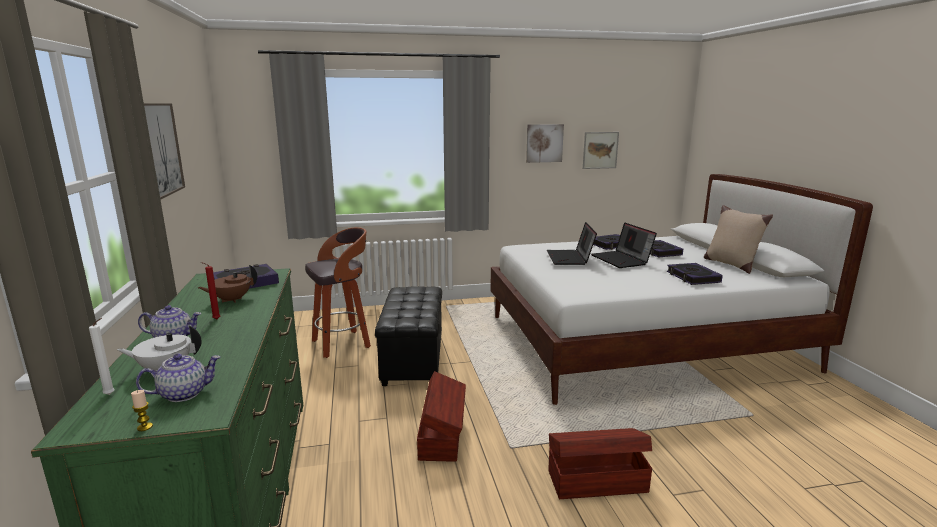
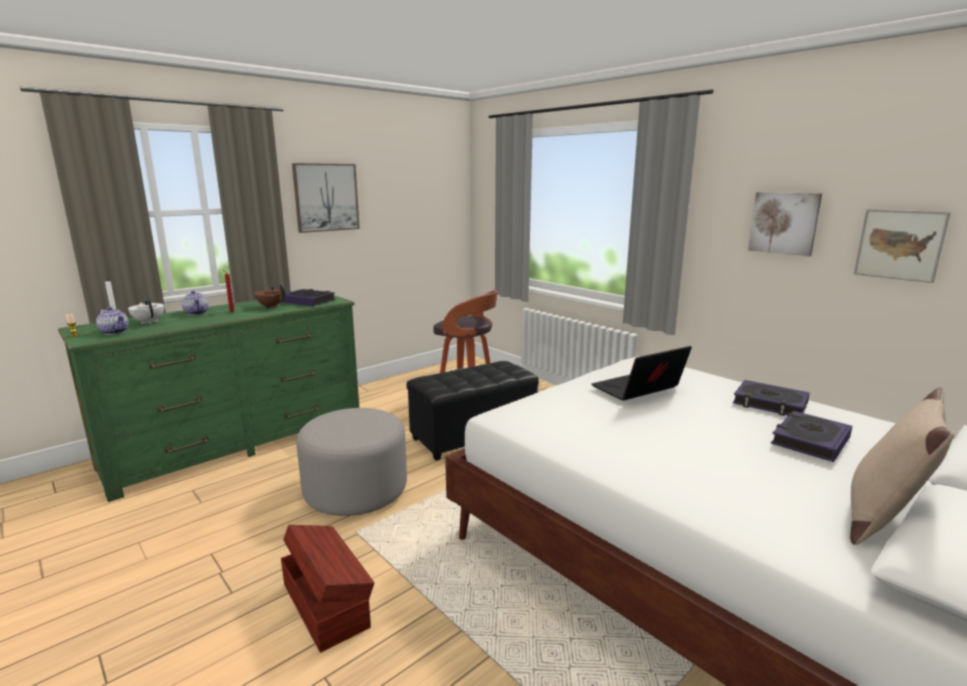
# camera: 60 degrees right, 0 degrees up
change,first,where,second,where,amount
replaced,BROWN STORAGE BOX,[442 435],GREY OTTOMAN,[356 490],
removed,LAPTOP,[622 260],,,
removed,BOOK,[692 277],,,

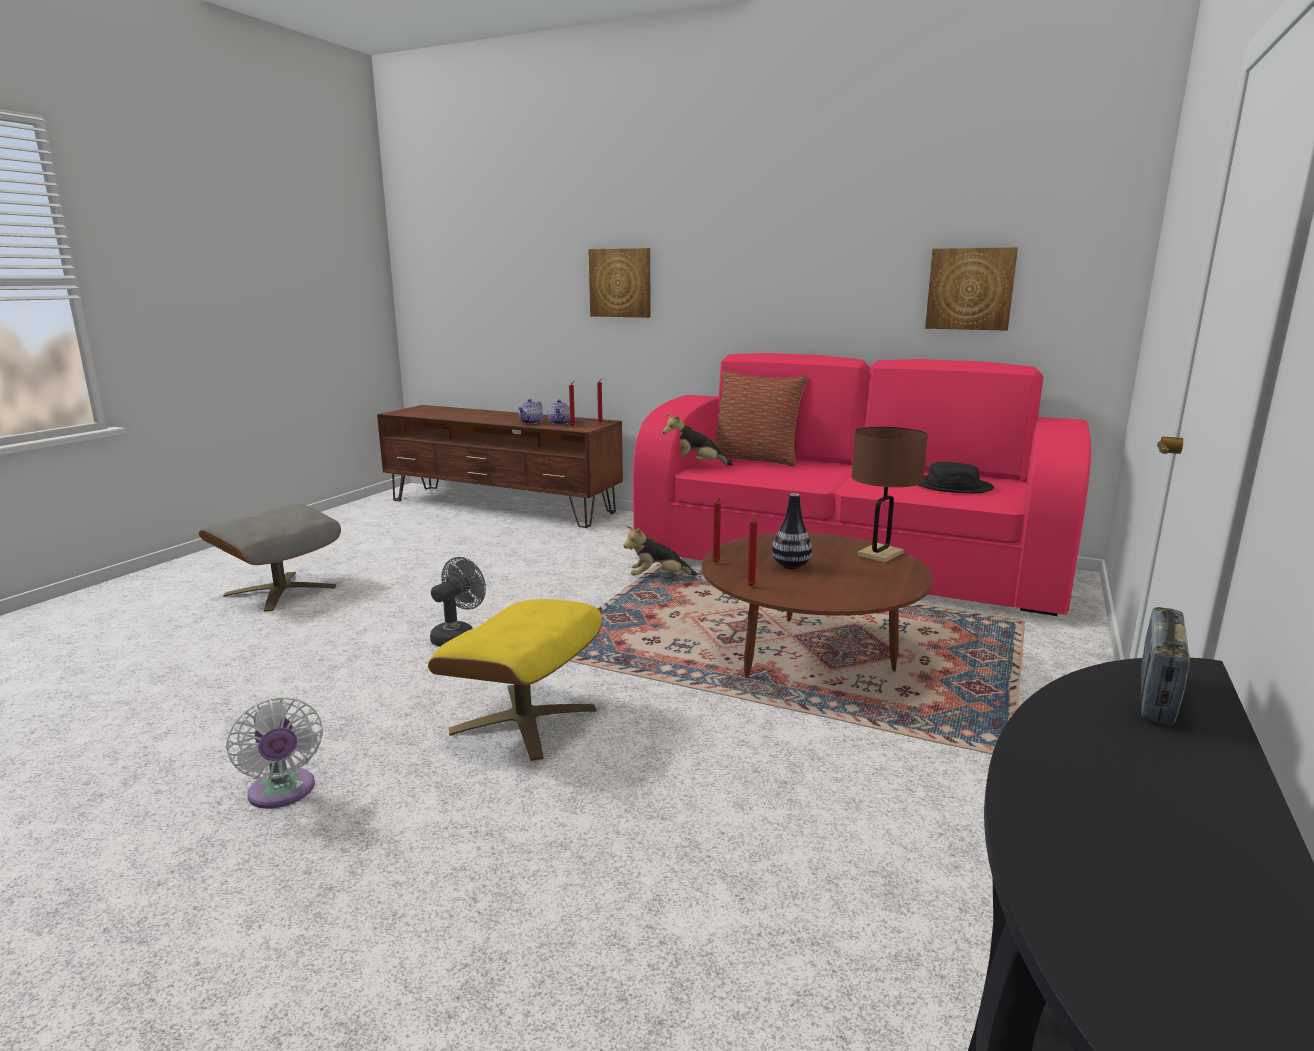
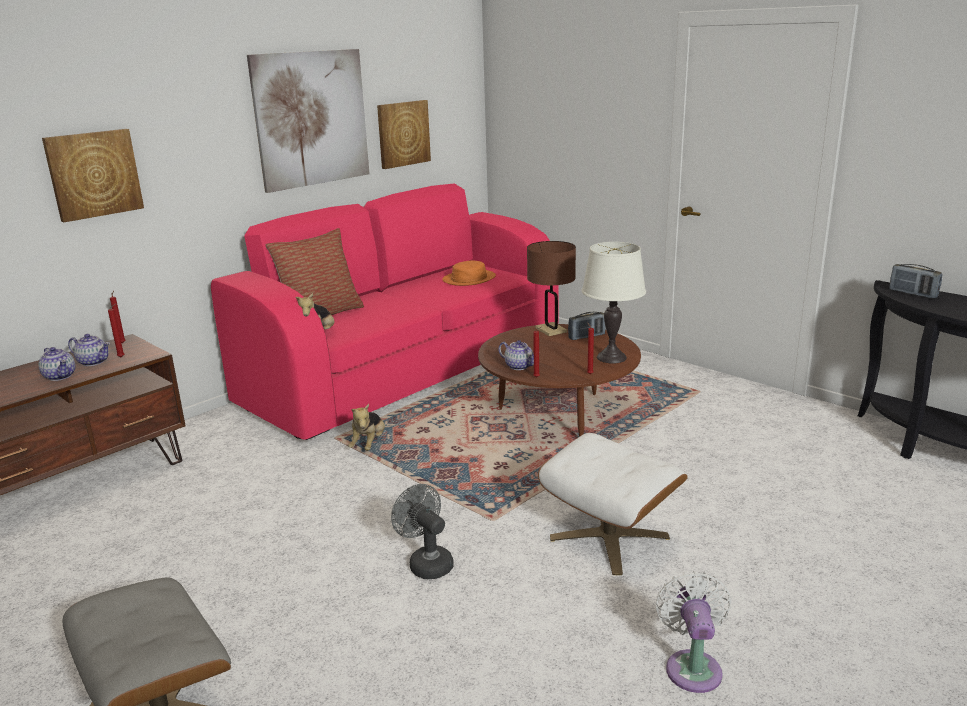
# camera: 70 degrees left, 5 degrees up
change,first,where,second,where,amount
turned,WHITE FAN,[282 793],,[692 666],75 degrees counterclockwise
recoloured,YELLOW OTTOMAN,[524 721],WHITE OTTOMAN,[610 537],
removed,VASE,[791 566],,,
recoloured,BLACK HAT,[952 486],ORANGE HAT,[469 279],
added,,,PICTURE,[311 119],
added,,,TEAPOT,[519 366],
added,,,RADIO,[586 336],
added,,,WHITE TABLE LAMP,[611 357],

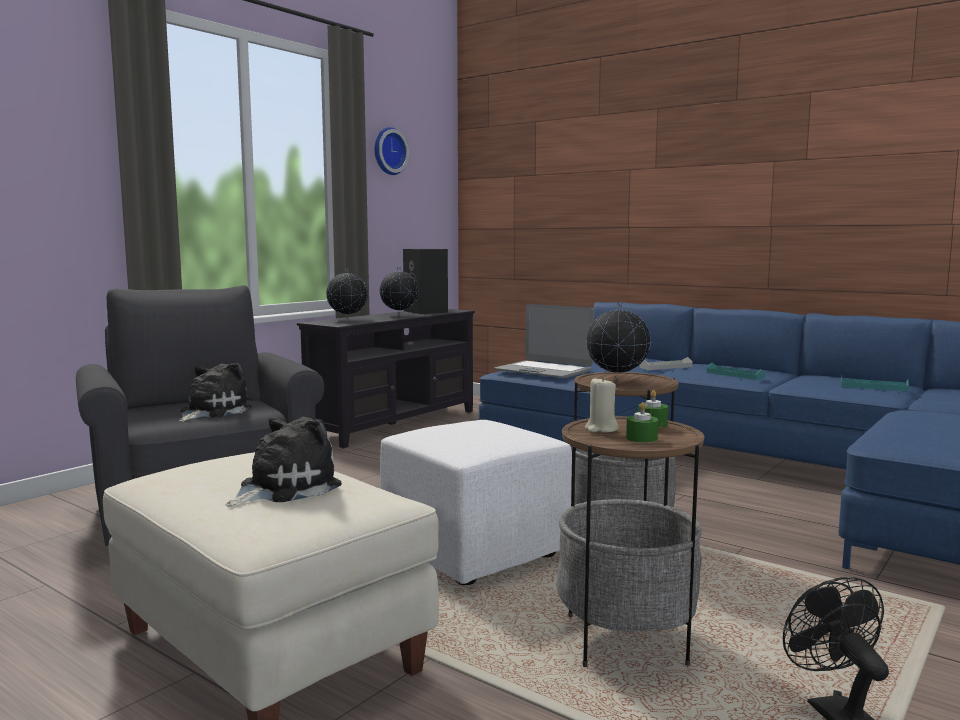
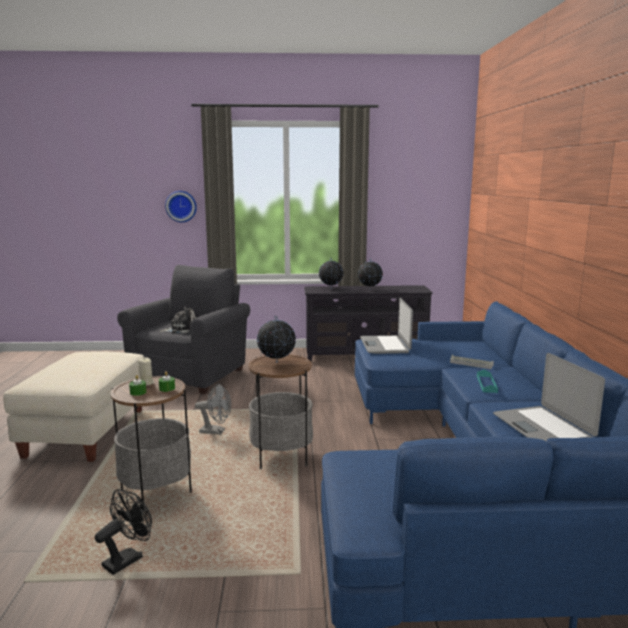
# camera: 50 degrees right, 5 degrees up
change,first,where,second,where,amount
removed,PLUSH TOY,[284 488],,,
moved,WALL CLOCK,[388 151],,[181 206],
replaced,WHITE OTTOMAN,[472 551],GREY FAN,[216 431],
removed,BLACK SPEAKER,[427 311],,,
replaced,TURQUOISE TRAY,[873 387],LAPTOP,[543 427],

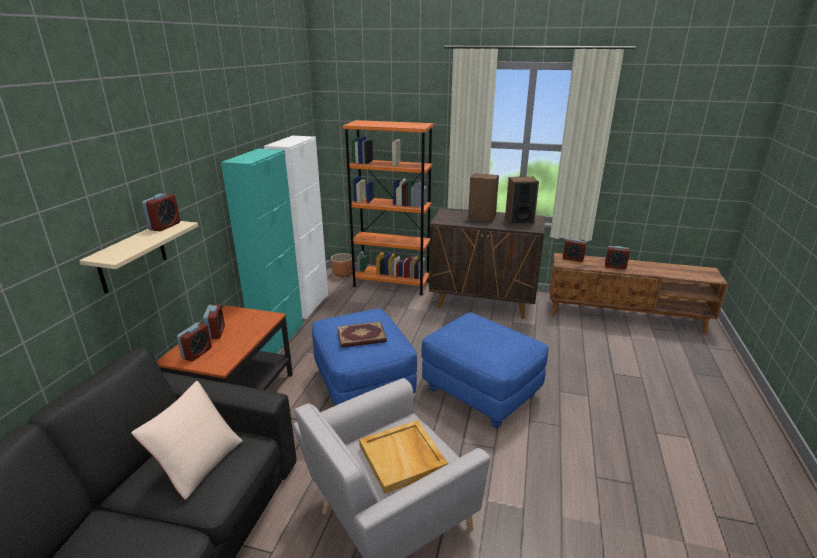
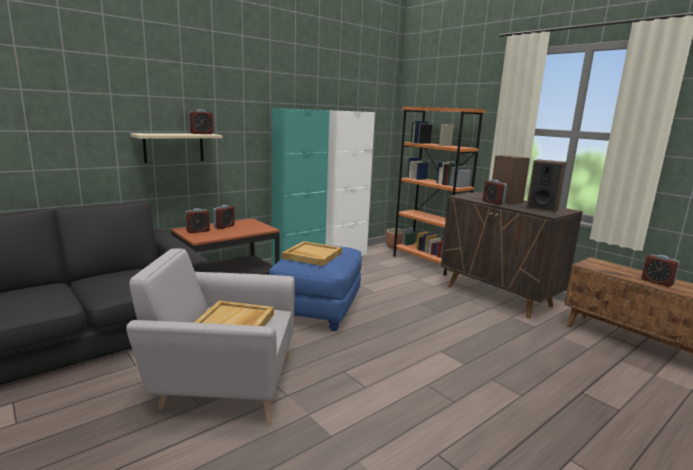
# camera: 35 degrees right, 10 degrees down
change,first,where,second,where,amount
removed,BEIGE PILLOW,[197 461],,,
replaced,BOOK,[361 337],BEIGE TRAY,[312 255],
removed,BLUE OTTOMAN,[481 392],,,
moved,ALARM CLOCK,[573 259],,[493 202],

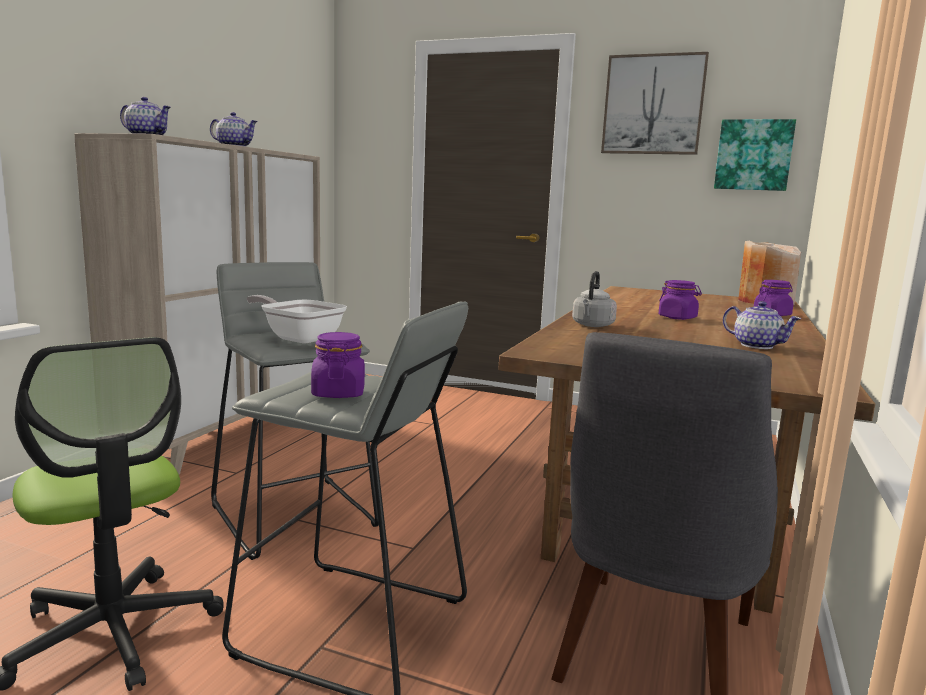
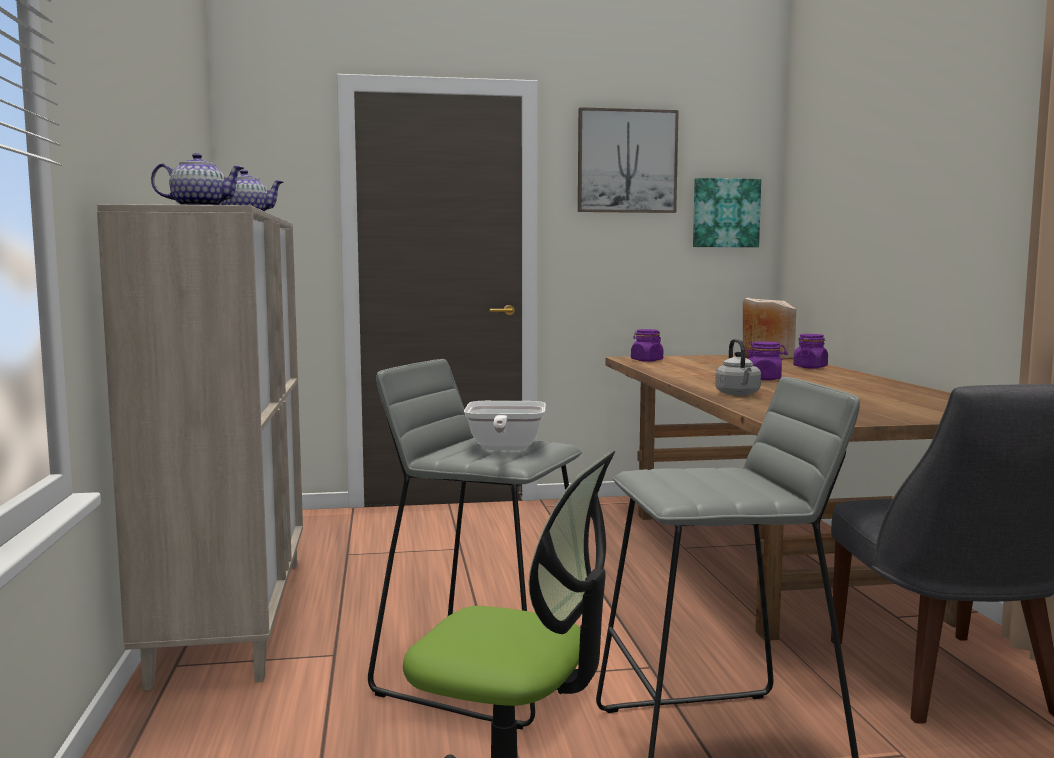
# camera: 30 degrees left, 5 degrees down
change,first,where,second,where,amount
turned,FRYING PAN,[299 338],,[504 449],90 degrees counterclockwise
moved,PURPLE JAR,[338 393],,[646 360],
removed,TEAPOT,[756 345],,,

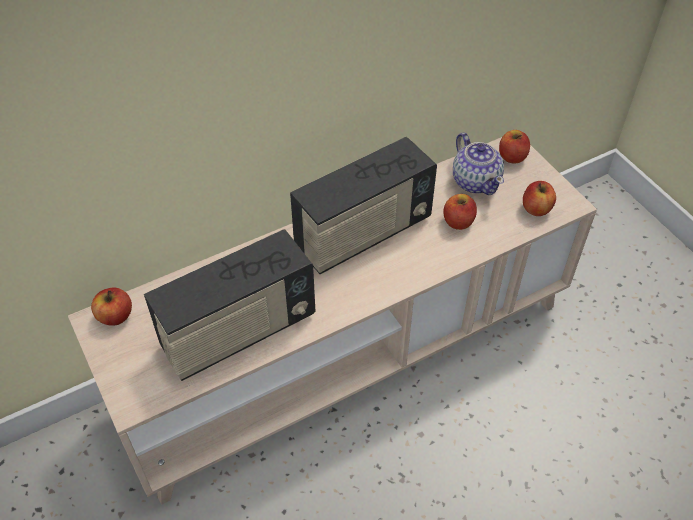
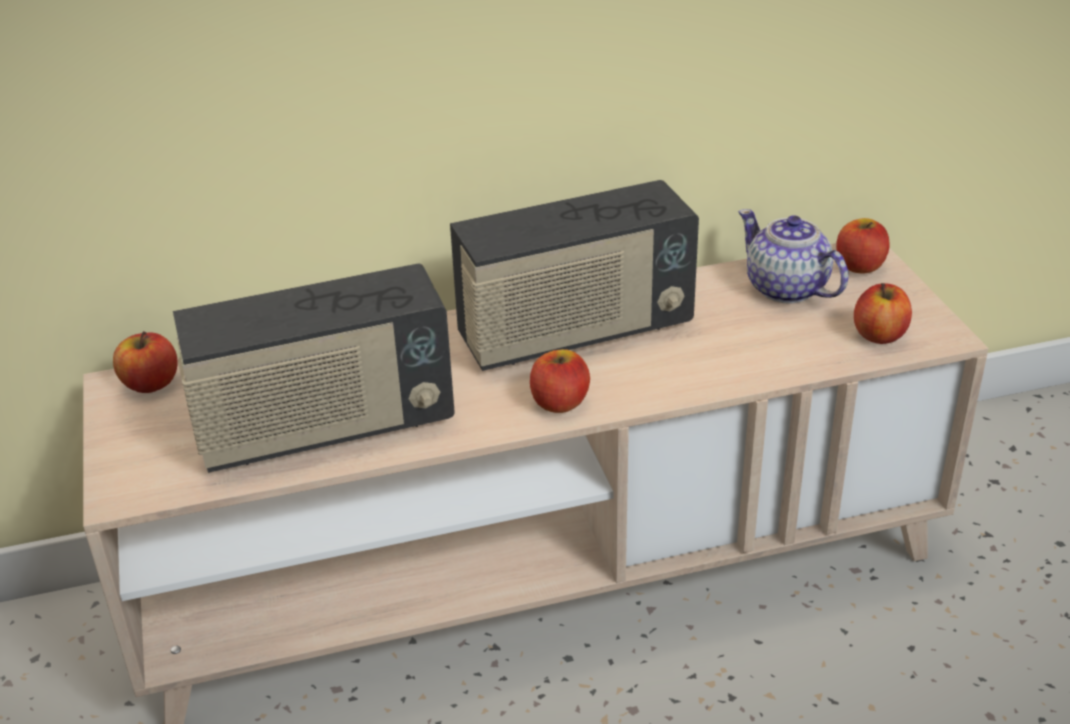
# camera: 15 degrees right, 15 degrees down
change,first,where,second,where,amount
moved,APPLE,[458 222],,[559 402],
turned,TEAPOT,[476 181],,[786 289],150 degrees clockwise

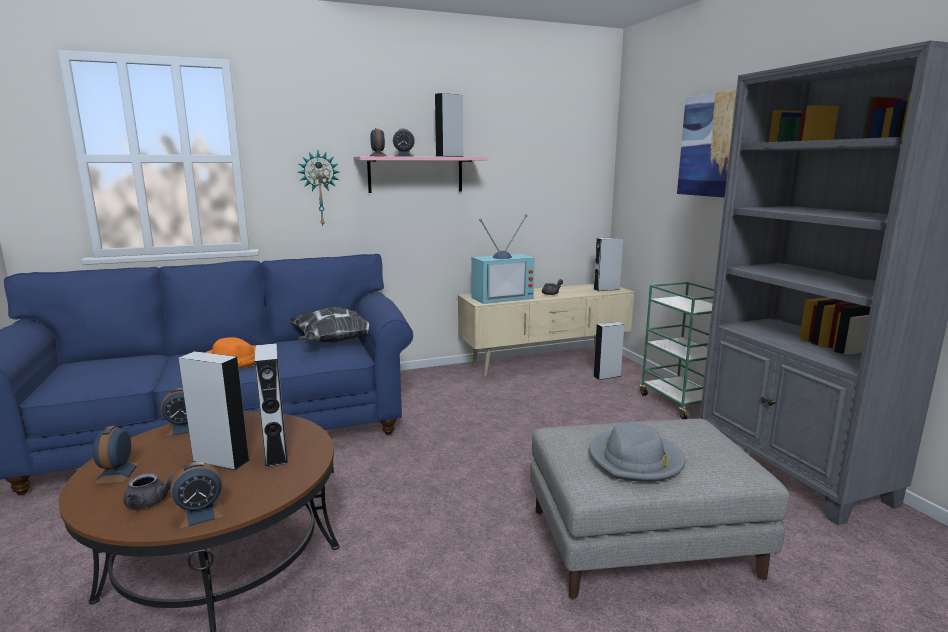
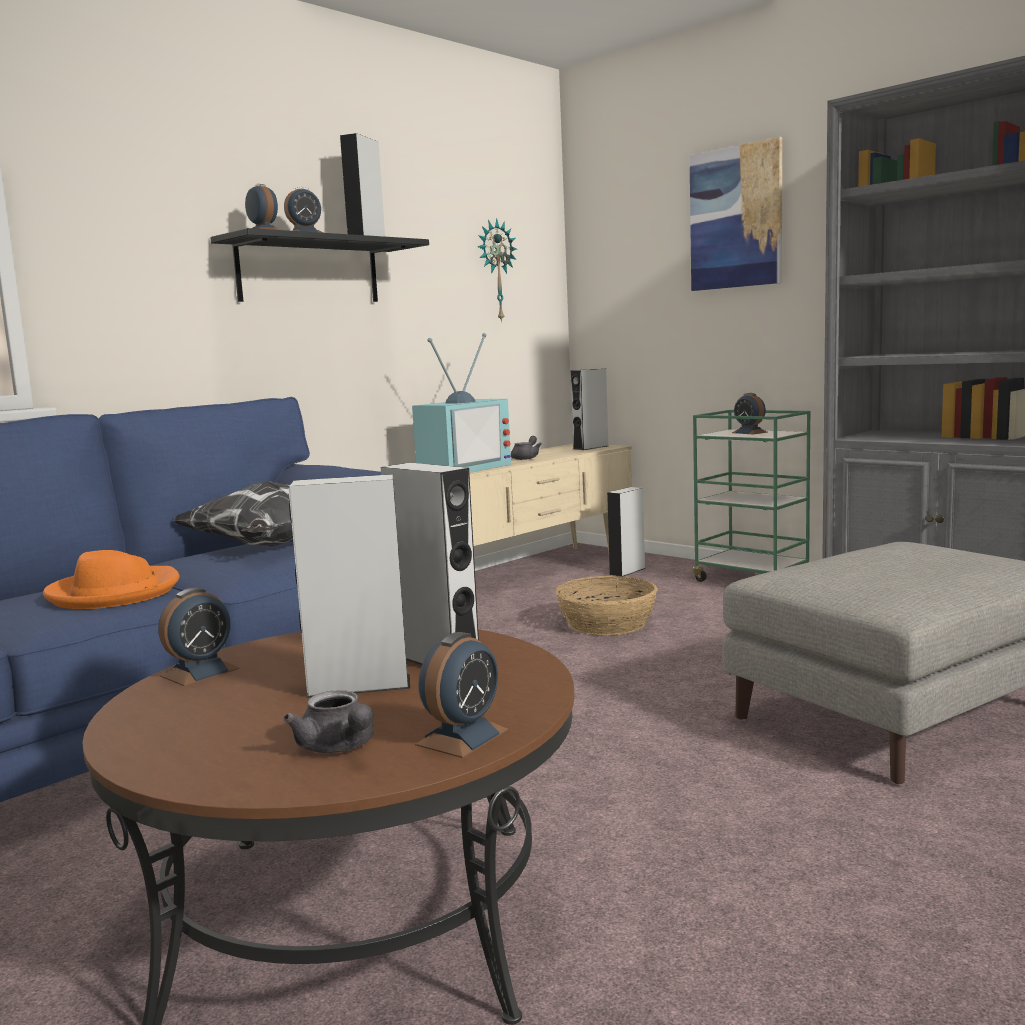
# camera: 25 degrees left, 5 degrees down
change,first,where,second,where,amount
moved,ALARM CLOCK,[117 473],,[749 432],
turned,GREY TEAPOT,[152 502],,[339 747],75 degrees clockwise
moved,WALL CLOCK,[320 189],,[495 271],
recoloured,PINK SHELF,[415 174],BLACK SHELF,[309 271],
removed,GREY HAT,[636 460],,,
added,,,BASKET,[607 624],

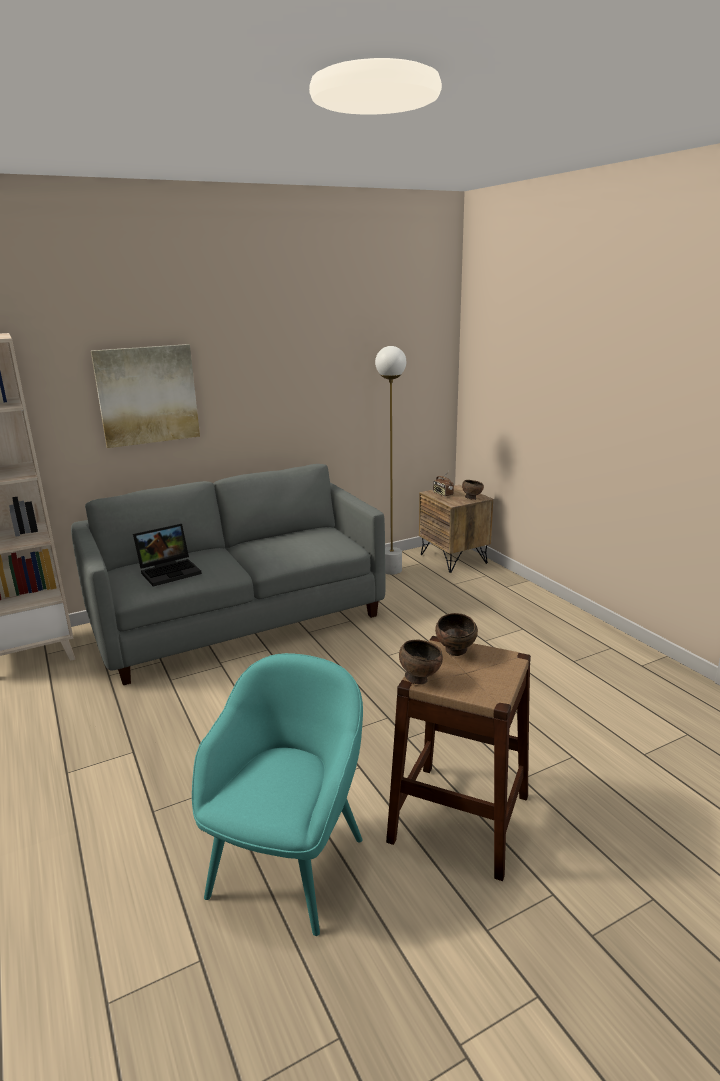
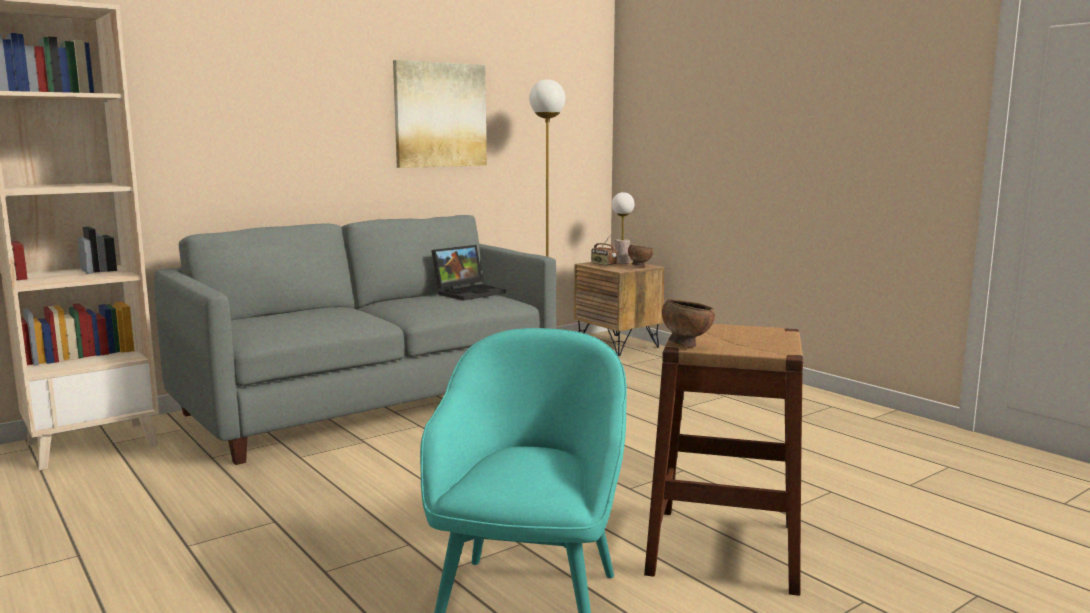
# camera: 10 degrees left, 10 degrees down
change,first,where,second,where,amount
moved,PICTURE,[147 395],,[440 115],
moved,LAPTOP,[170 571],,[469 292],
removed,BROWN BOWL,[456 652],,,
added,,,TABLE LAMP,[622 262],

